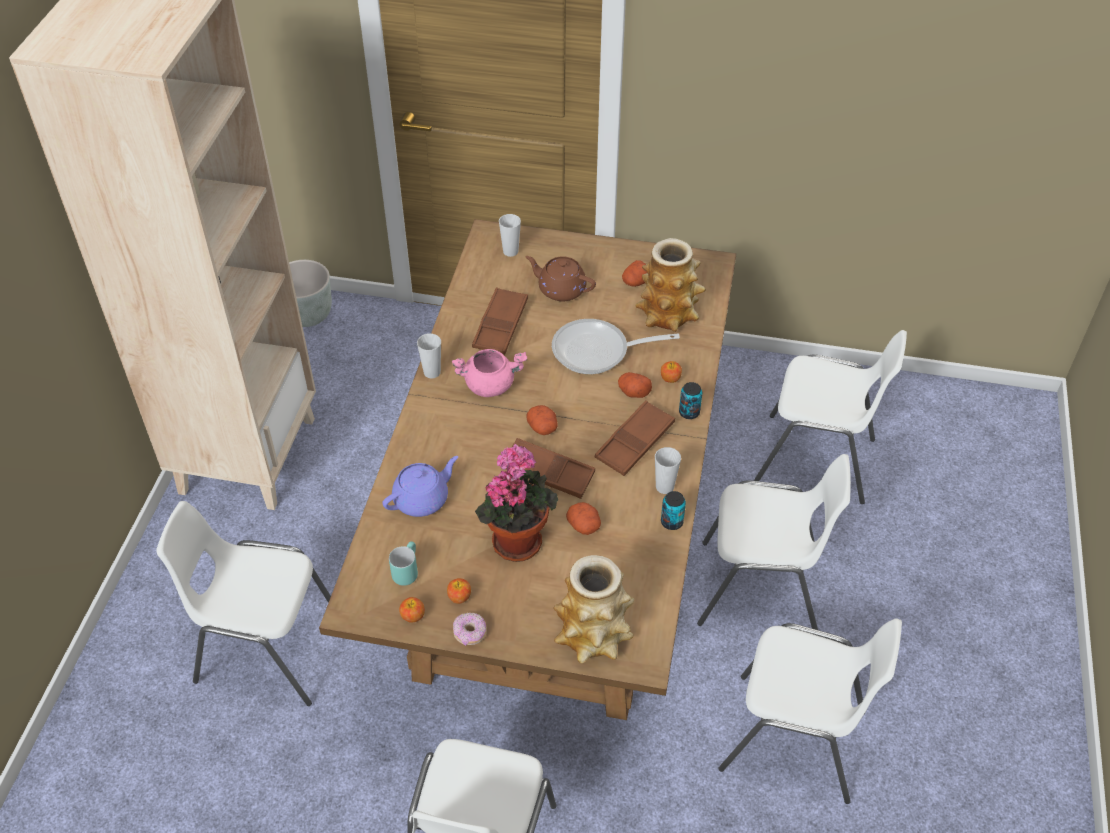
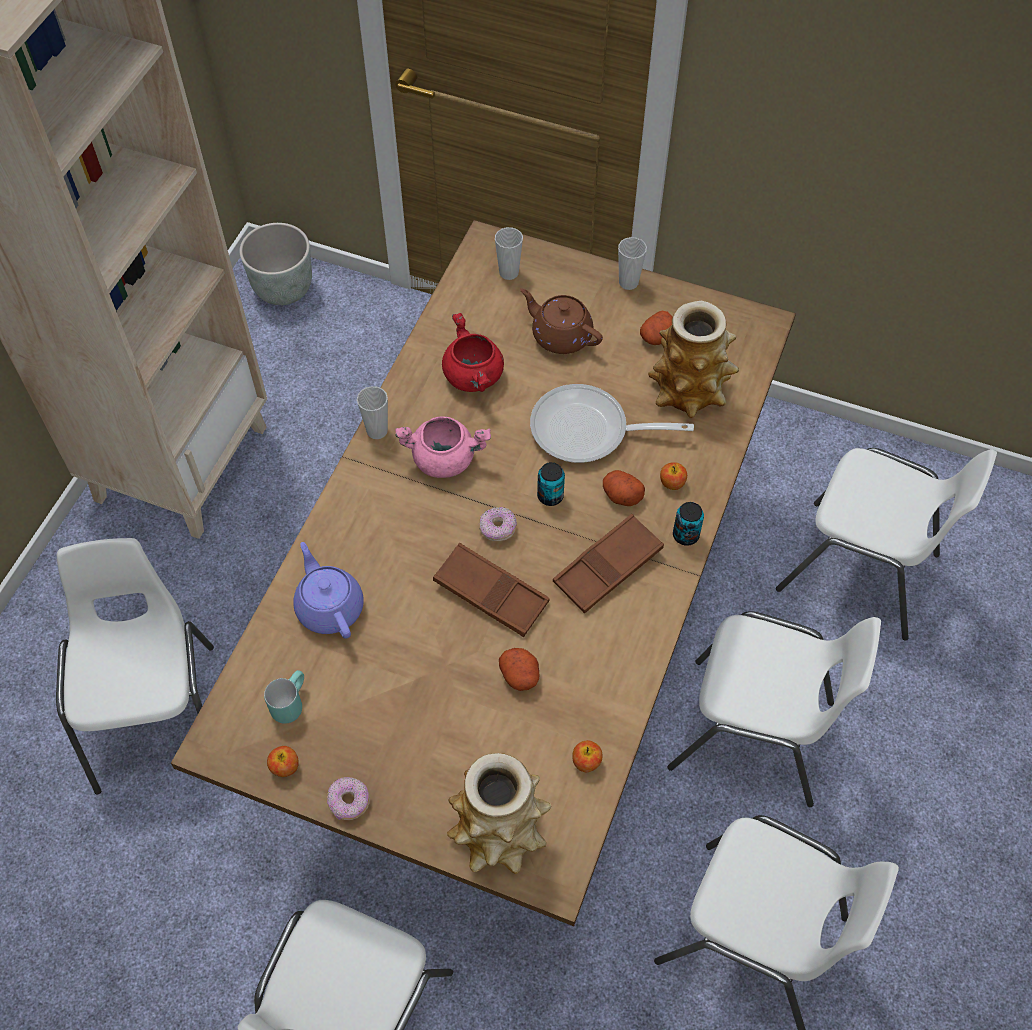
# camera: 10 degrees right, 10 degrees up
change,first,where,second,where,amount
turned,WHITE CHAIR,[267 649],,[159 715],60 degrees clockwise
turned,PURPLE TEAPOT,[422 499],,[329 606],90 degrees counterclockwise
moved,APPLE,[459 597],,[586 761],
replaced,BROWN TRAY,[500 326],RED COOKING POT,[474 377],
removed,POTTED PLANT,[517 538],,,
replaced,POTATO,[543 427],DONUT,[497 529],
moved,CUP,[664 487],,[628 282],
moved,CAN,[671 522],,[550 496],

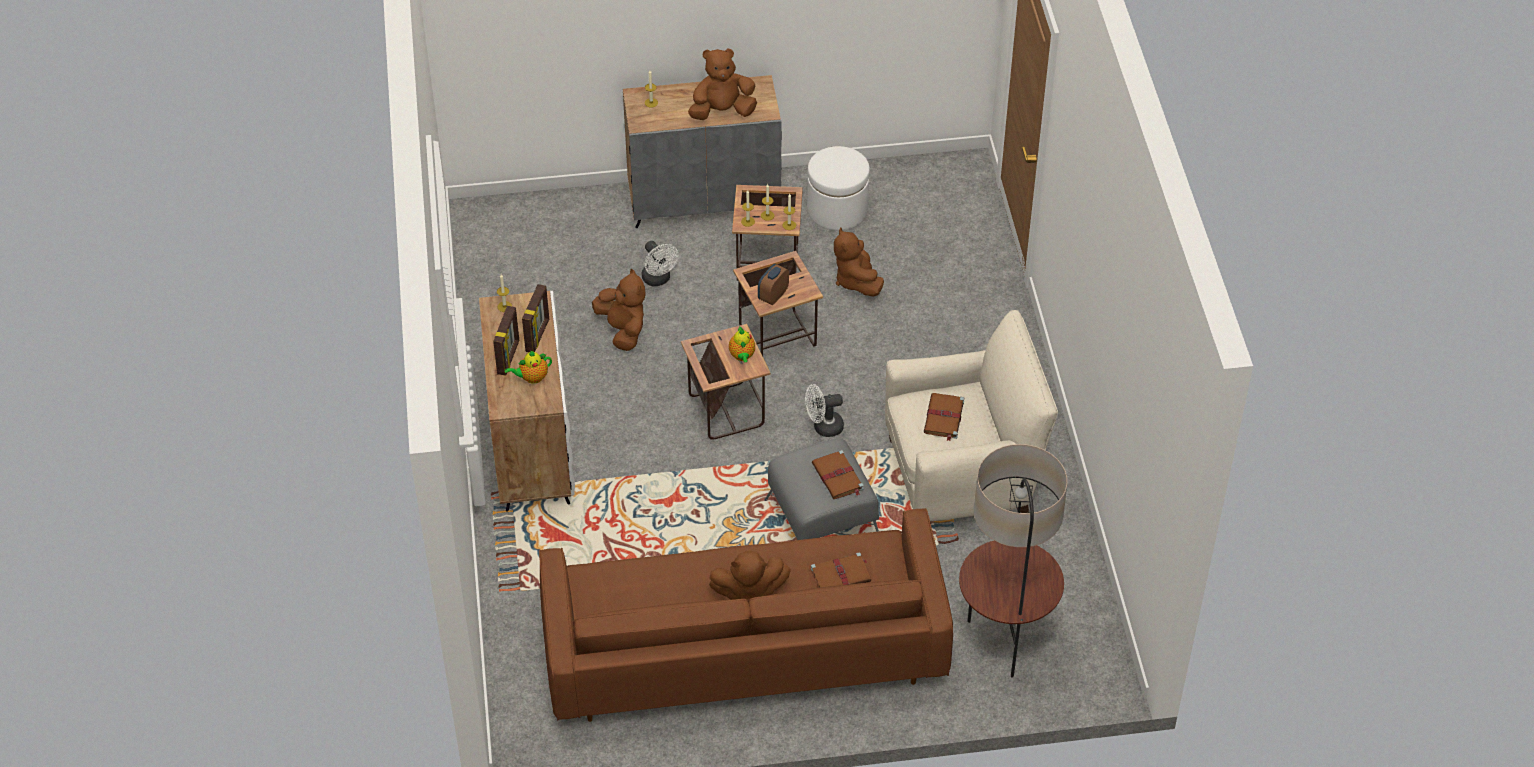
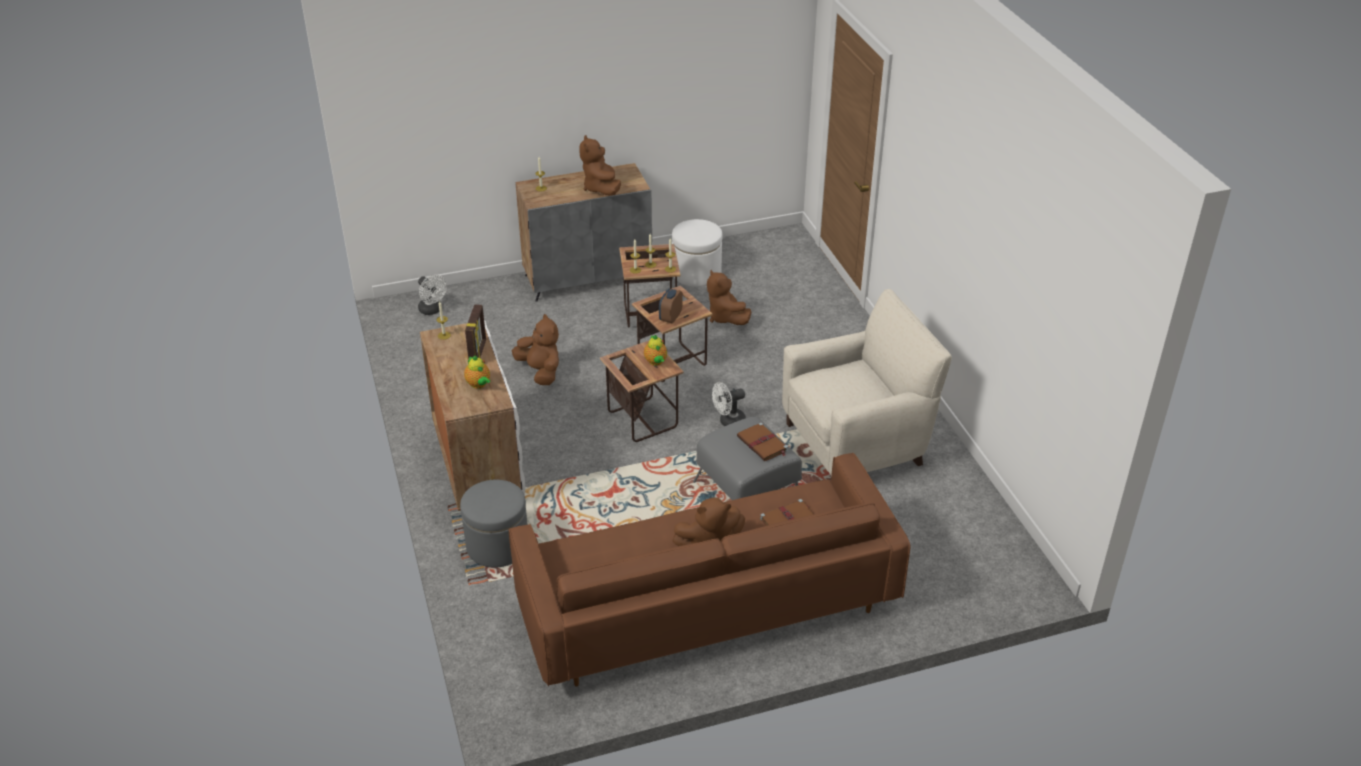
# camera: 10 degrees left, 10 degrees down
change,first,where,second,where,amount
removed,PICTURE FRAME,[509 357],,,
turned,TEAPOT,[532 378],,[479 385],90 degrees counterclockwise
moved,WHITE FAN,[658 279],,[432 310],
turned,BROWN PLUSH TOY,[722 111],,[601 188],75 degrees counterclockwise
removed,BROWN BOOK,[944 418],,,
removed,FLOOR LAMP,[1004 643],,,
added,,,GREY OTTOMAN,[497 545],

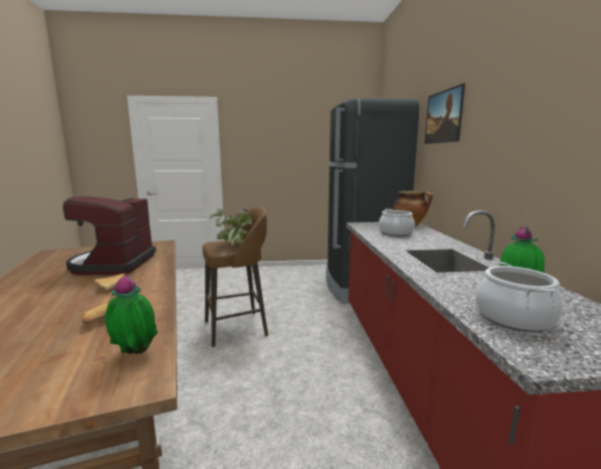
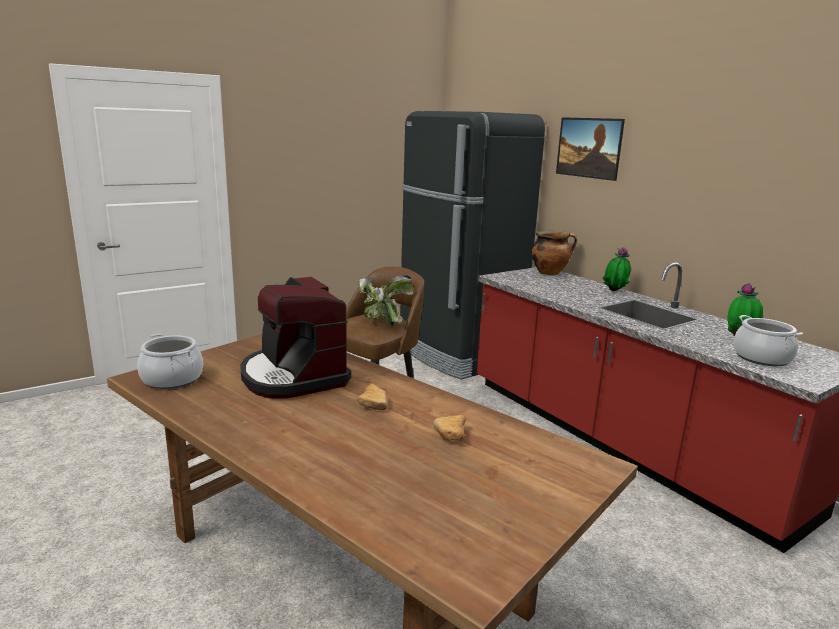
# camera: 30 degrees left, 5 degrees up
change,first,where,second,where,amount
moved,POTTED PLANT,[135 355],,[614 292],
moved,COOKING POT,[395 233],,[172 379],

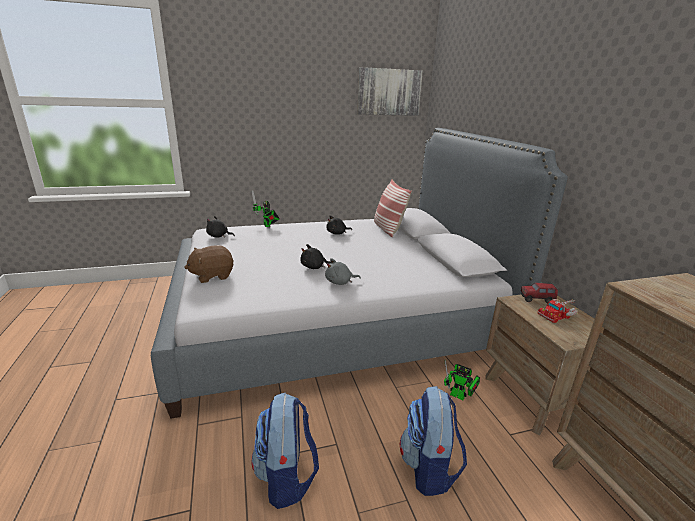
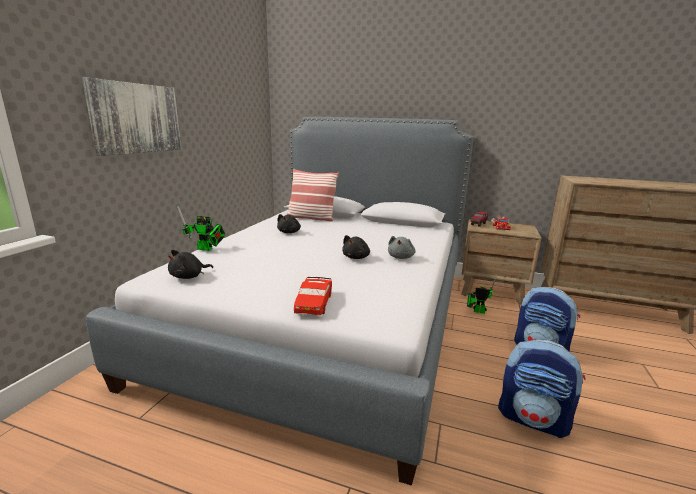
# camera: 55 degrees left, 5 degrees down
change,first,where,second,where,amount
replaced,BROWN PLUSH TOY,[212 276],RED TOY CAR,[313 303],
moved,PICTURE,[389 92],,[136 118],
turned,TOY ROBOT,[460 396],,[477 311],135 degrees counterclockwise

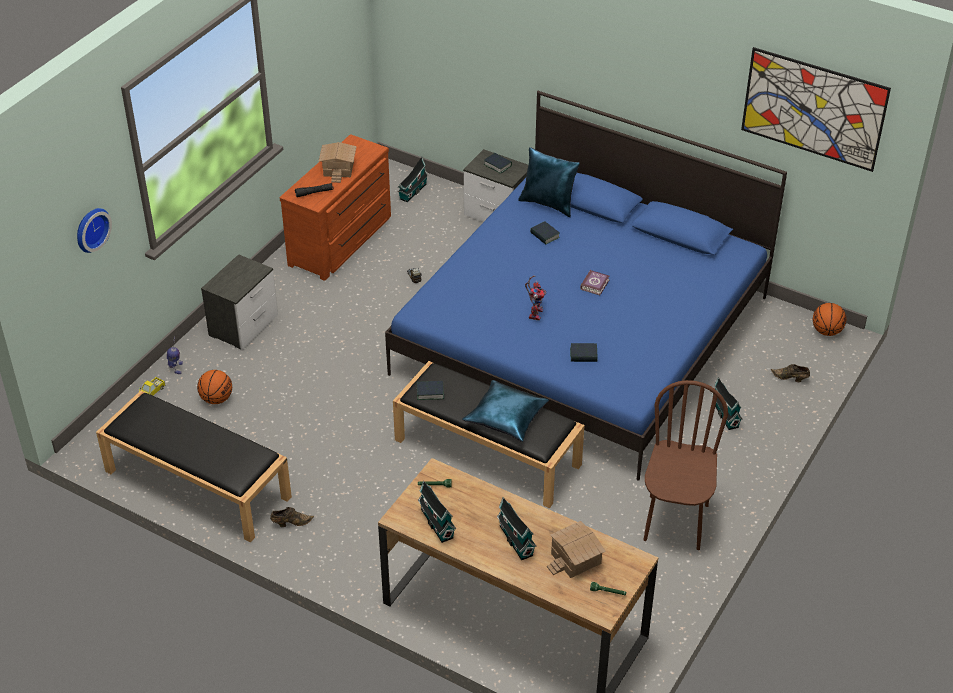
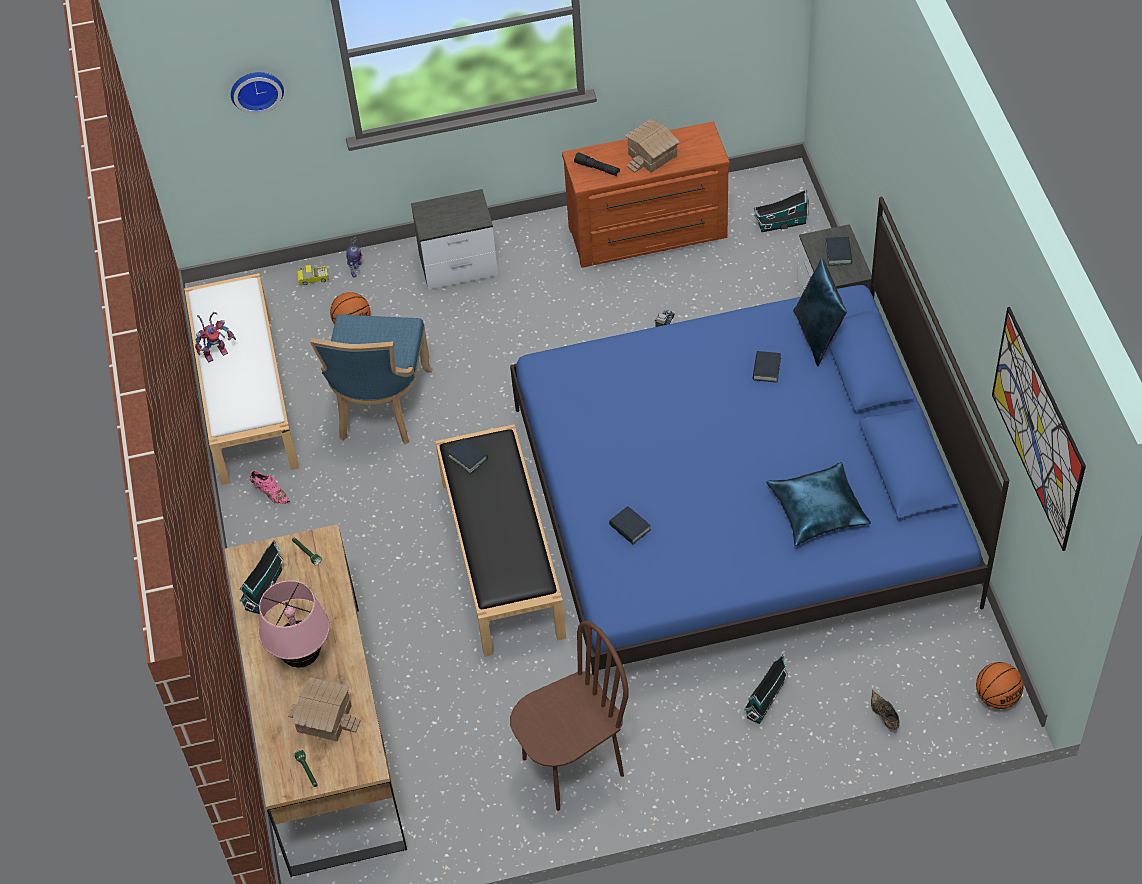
# camera: 50 degrees right, 10 degrees up
change,first,where,second,where,amount
recoloured,BLACK BENCH,[196 484],WHITE BENCH,[245 396],
recoloured,BROWN SHOE,[291 523],PINK SHOE,[270 493],
moved,BLUE PILLOW,[506 417],,[818 511],
replaced,TOY HOUSE,[515 539],PINK TABLE LAMP,[302 657],
moved,TOY ROBOT,[534 312],,[216 351],
removed,BOOK,[595 284],,,
added,,,BLUE CHAIR,[380 407],

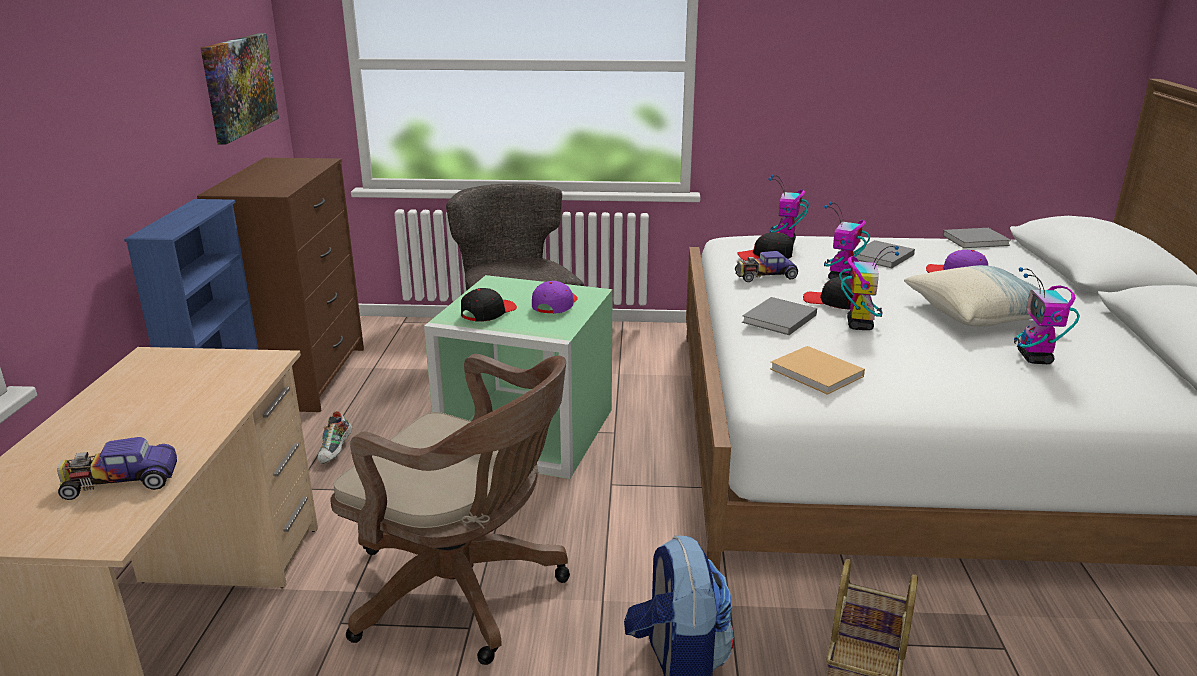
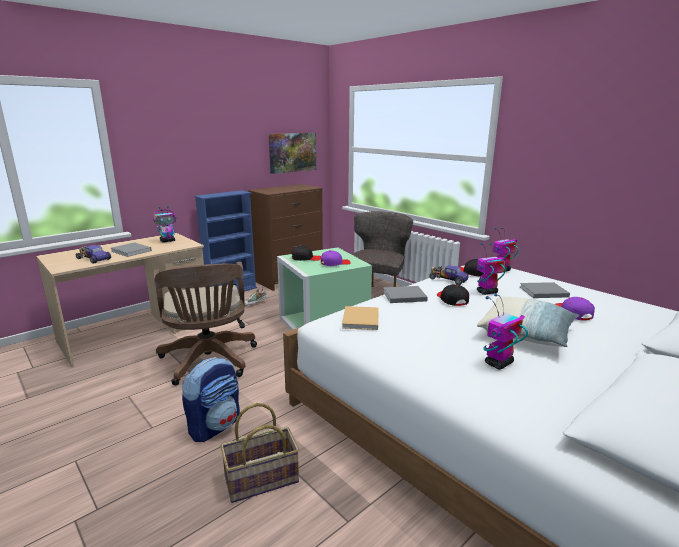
# camera: 45 degrees right, 5 degrees down
change,first,where,second,where,amount
moved,TOY ROBOT,[859 325],,[168 241],
moved,GREY BOOK,[977 240],,[131 251],

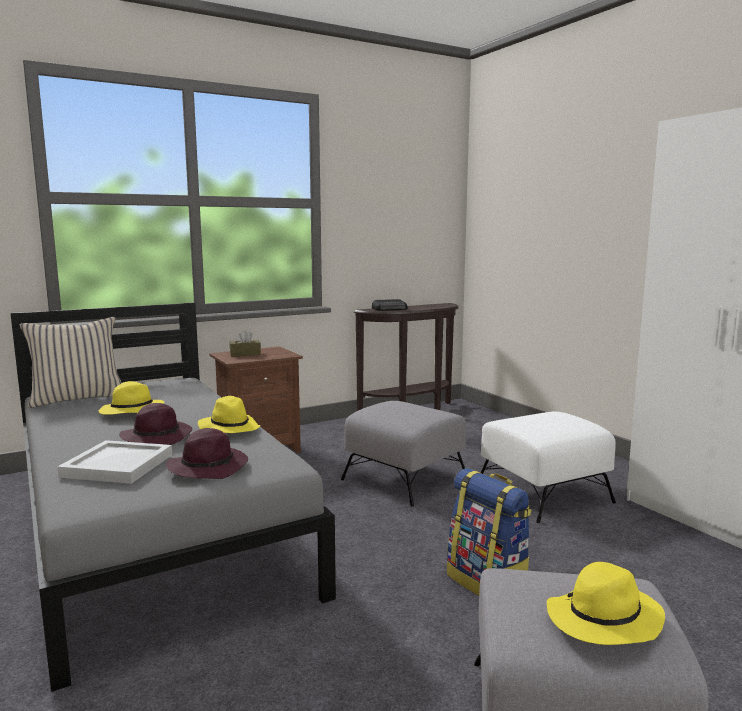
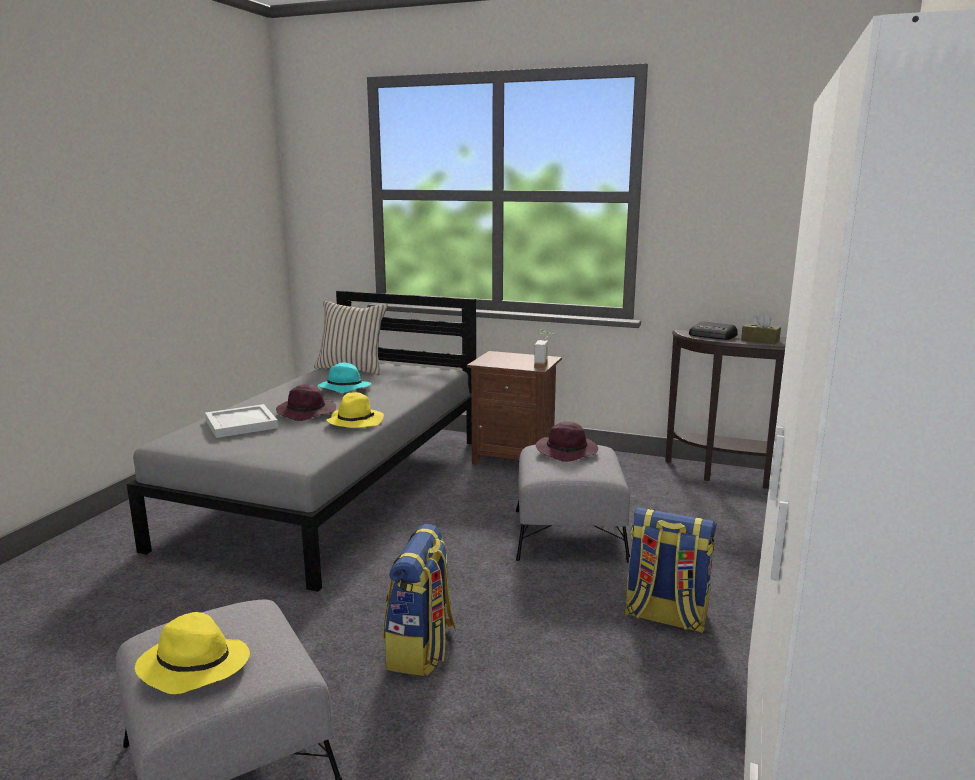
# camera: 50 degrees right, 5 degrees up
change,first,where,second,where,amount
recoloured,YELLOW HAT,[131 412],TURQUOISE HAT,[343 388],
moved,PURPLE HAT,[209 467],,[567 451],
moved,BROWN TISSUE BOX,[245 354],,[760 340],
replaced,WHITE OTTOMAN,[542 493],BACKPACK,[665 616],
added,,,POTTED PLANT,[545 366],

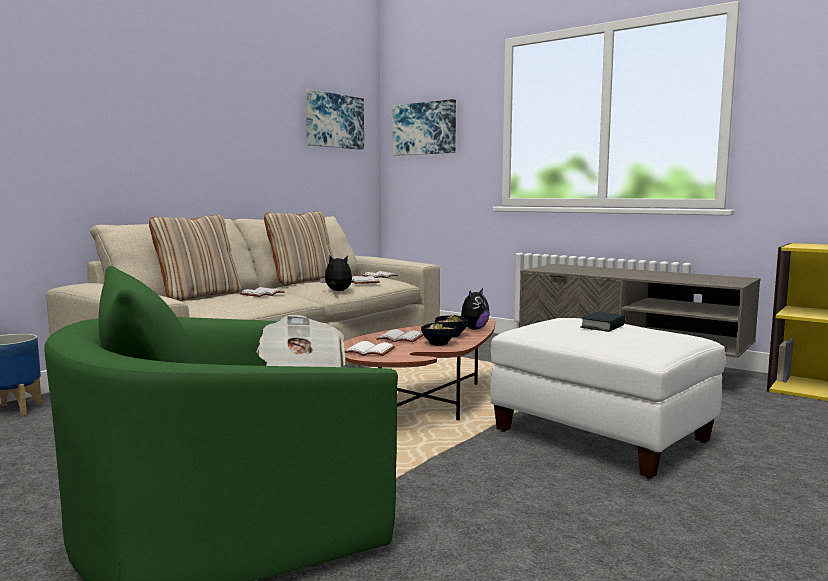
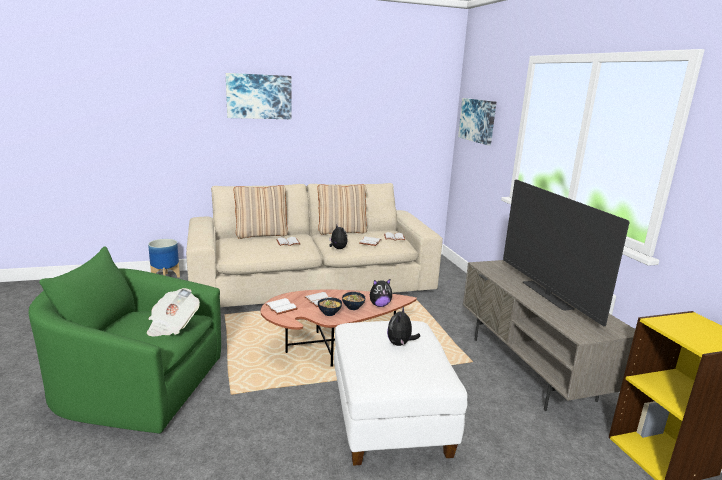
# camera: 35 degrees right, 10 degrees up
change,first,where,second,where,amount
moved,PICTURE,[334 121],,[259 96],
replaced,BOOK,[603 327],PLUSH TOY,[400 344],
added,,,TELEVISION,[546 295],

